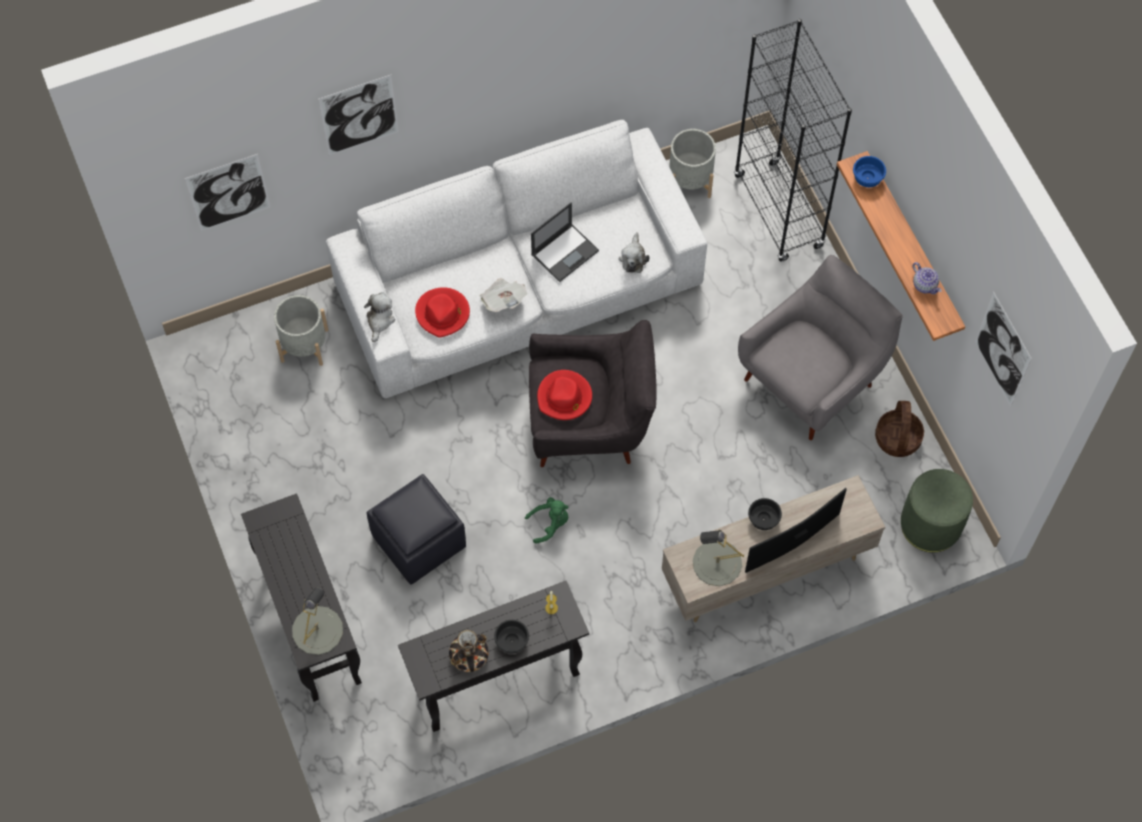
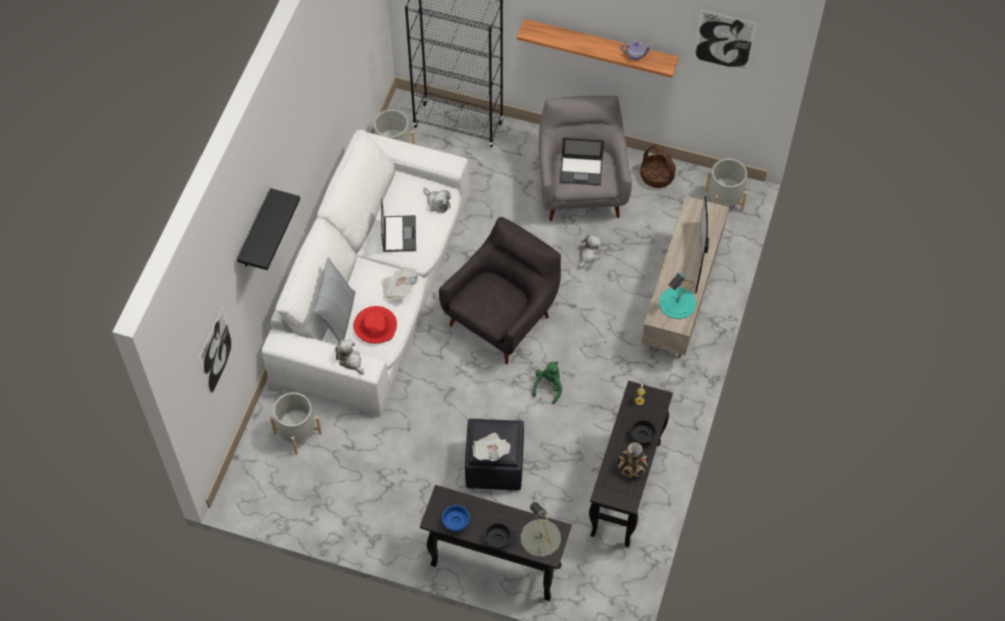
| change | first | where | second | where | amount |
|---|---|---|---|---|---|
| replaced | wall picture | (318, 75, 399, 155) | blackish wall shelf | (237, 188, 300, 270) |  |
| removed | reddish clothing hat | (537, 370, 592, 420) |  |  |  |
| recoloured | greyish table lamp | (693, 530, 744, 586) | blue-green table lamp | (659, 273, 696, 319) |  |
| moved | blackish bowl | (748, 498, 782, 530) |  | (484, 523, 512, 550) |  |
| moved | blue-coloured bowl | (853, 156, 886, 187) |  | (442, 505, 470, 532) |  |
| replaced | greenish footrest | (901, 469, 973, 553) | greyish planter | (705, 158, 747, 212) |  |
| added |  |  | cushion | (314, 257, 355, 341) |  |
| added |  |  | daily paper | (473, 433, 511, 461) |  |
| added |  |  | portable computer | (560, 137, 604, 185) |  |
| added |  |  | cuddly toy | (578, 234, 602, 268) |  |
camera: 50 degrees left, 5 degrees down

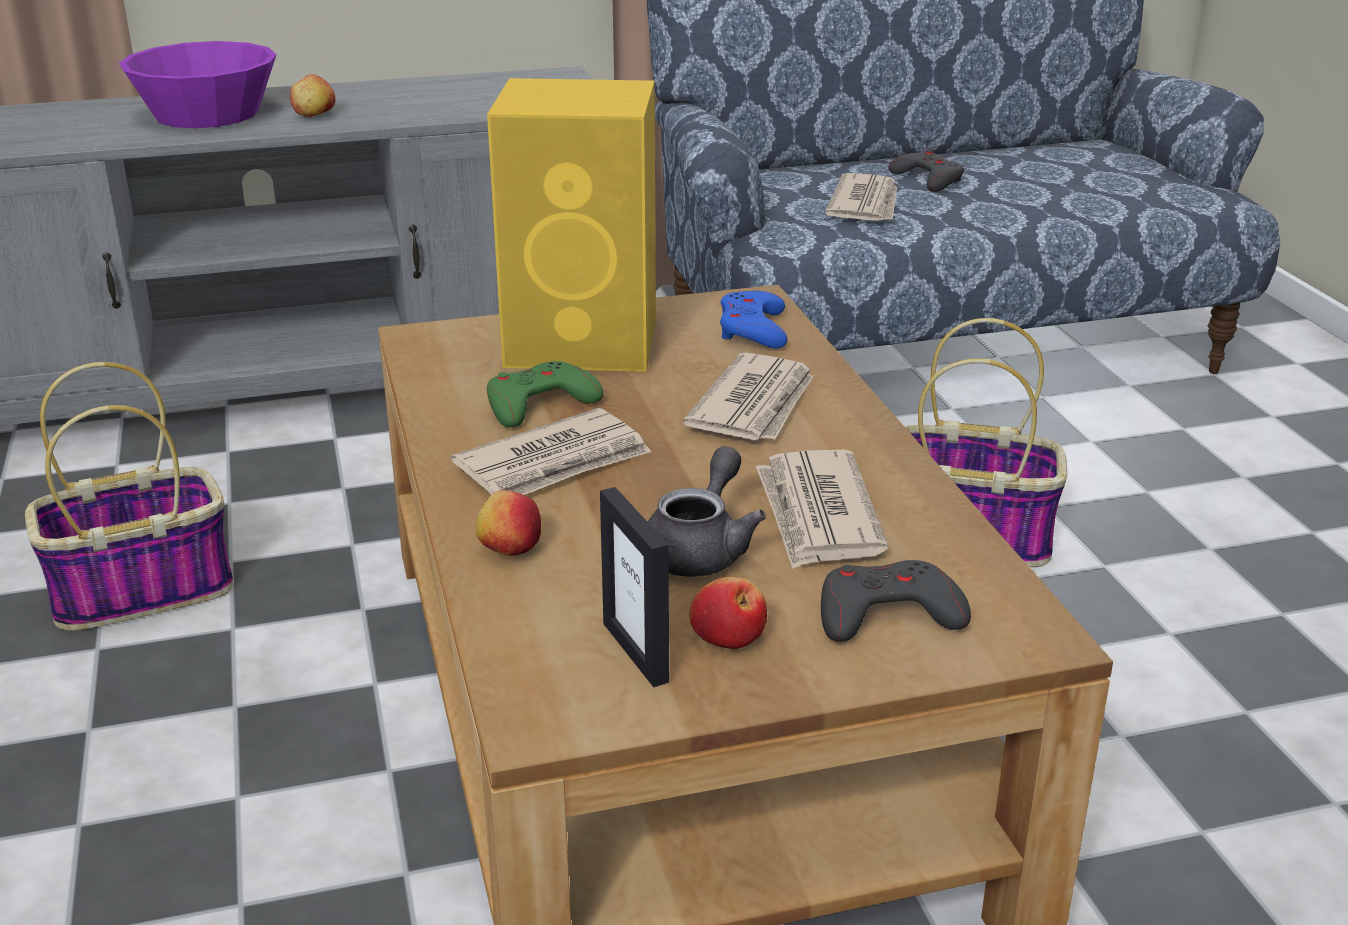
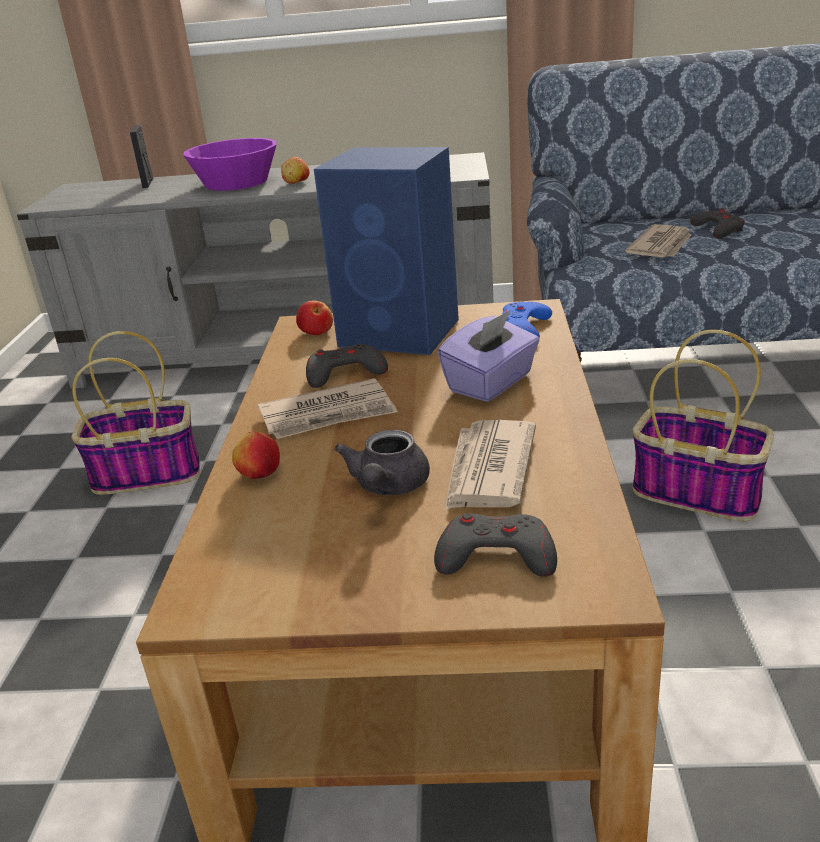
| change | first | where | second | where | amount |
|---|---|---|---|---|---|
| recoloured | yellowish loudspeaker | (487, 78, 656, 372) | blue-coloured loudspeaker | (314, 147, 459, 355) |  |
| recoloured | greenish joypad | (487, 361, 603, 428) | greyish joypad | (306, 344, 388, 388) |  |
| moved | standing frame | (600, 487, 669, 687) |  | (130, 125, 153, 188) |  |
| turned | greyish teapot | (648, 446, 766, 577) |  | (334, 430, 430, 495) | 150 degrees clockwise |
| replaced | daily paper | (683, 353, 813, 440) | purple-coloured tissue holder | (438, 310, 540, 402) |  |
| moved | apple fruit | (689, 577, 767, 649) |  | (296, 300, 333, 335) |  |
camera: 20 degrees right, 0 degrees up

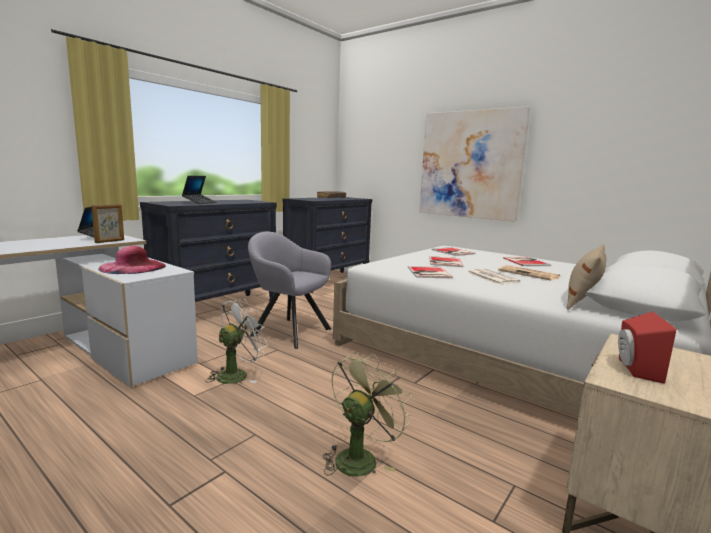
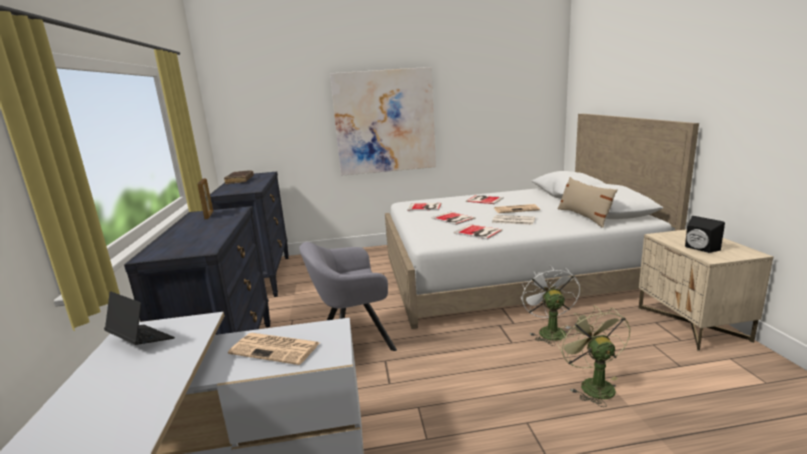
| change | first | where | second | where | amount |
|---|---|---|---|---|---|
| moved | standing frame | (91, 204, 124, 243) |  | (197, 178, 213, 219) |  |
| replaced | pink clothing hat | (98, 246, 166, 274) | daily paper | (228, 333, 319, 365) |  |
| removed | portable computer | (182, 176, 217, 204) |  |  |  |
| moved | white-coloured cooling fan | (205, 298, 267, 384) |  | (521, 265, 580, 346) |  |
| recoloured | reddish loudspeaker | (618, 311, 676, 384) | blackish loudspeaker | (685, 216, 725, 253) |  |
camera: 45 degrees left, 5 degrees up

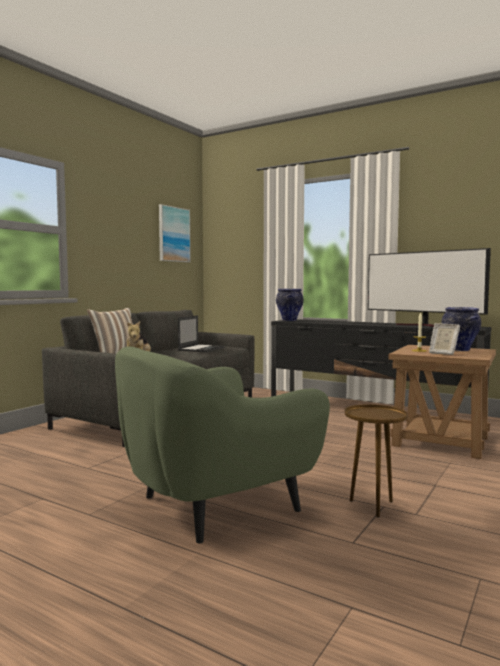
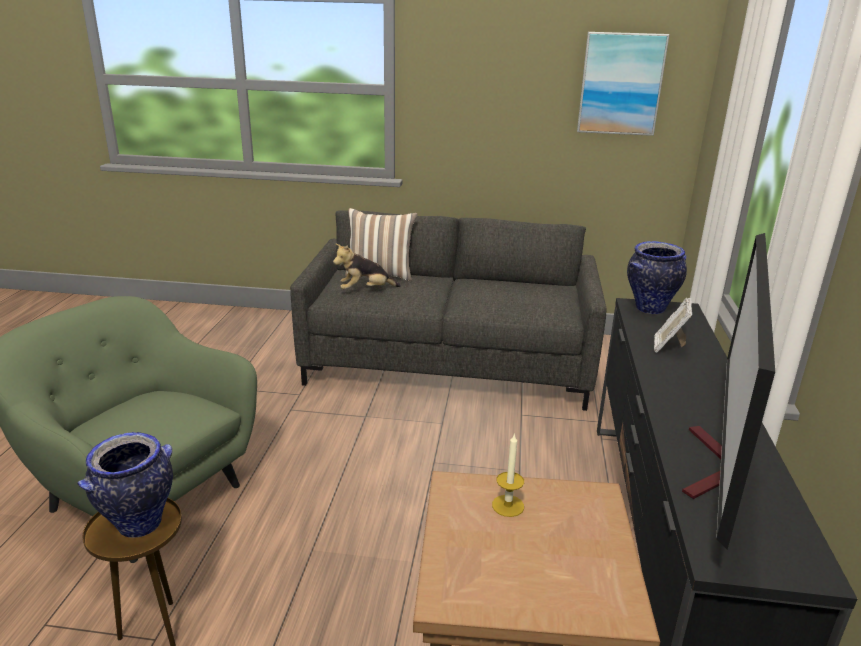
| change | first | where | second | where | amount |
|---|---|---|---|---|---|
| removed | portable computer | (178, 315, 225, 352) |  |  |  |
| moved | standing frame | (429, 323, 460, 355) |  | (654, 298, 692, 353) |  |
| moved | flower vase | (441, 307, 481, 351) |  | (77, 432, 173, 538) |  |
camera: 65 degrees right, 20 degrees up

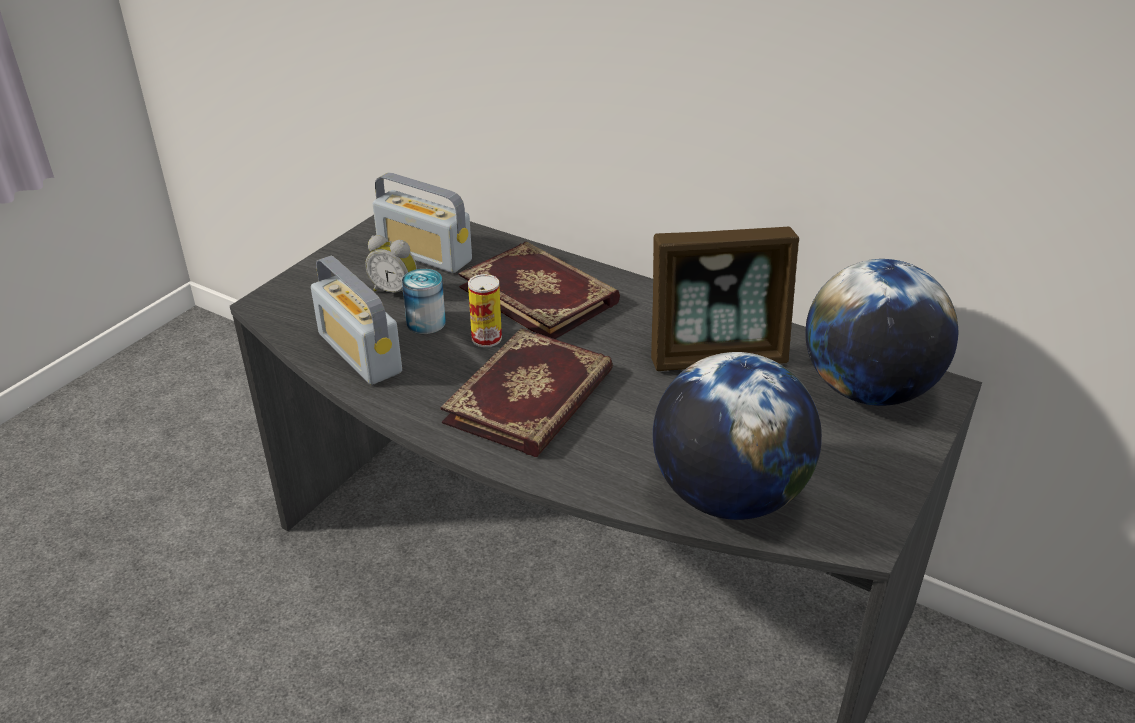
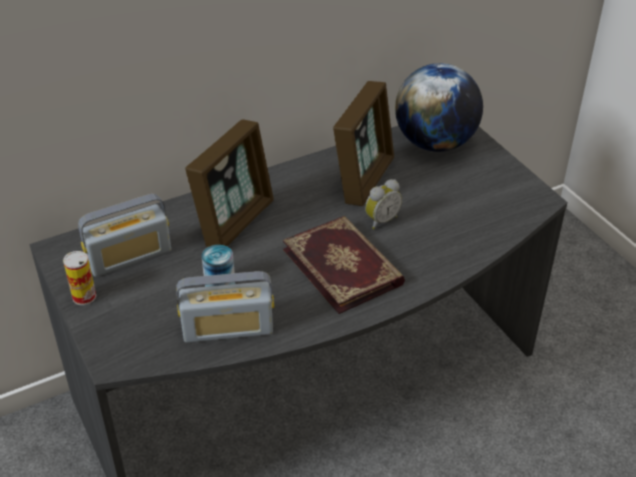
| change | first | where | second | where | amount |
|---|---|---|---|---|---|
| moved | table clock | (365, 235, 417, 293) |  | (365, 179, 402, 229) |  |
| replaced | book | (458, 242, 620, 339) | standing frame | (185, 119, 274, 247) |  |
| moved | metal can | (468, 274, 502, 347) |  | (63, 251, 96, 305) |  |
| removed | globe | (653, 352, 822, 520) |  |  |  |
camera: 60 degrees left, 5 degrees up

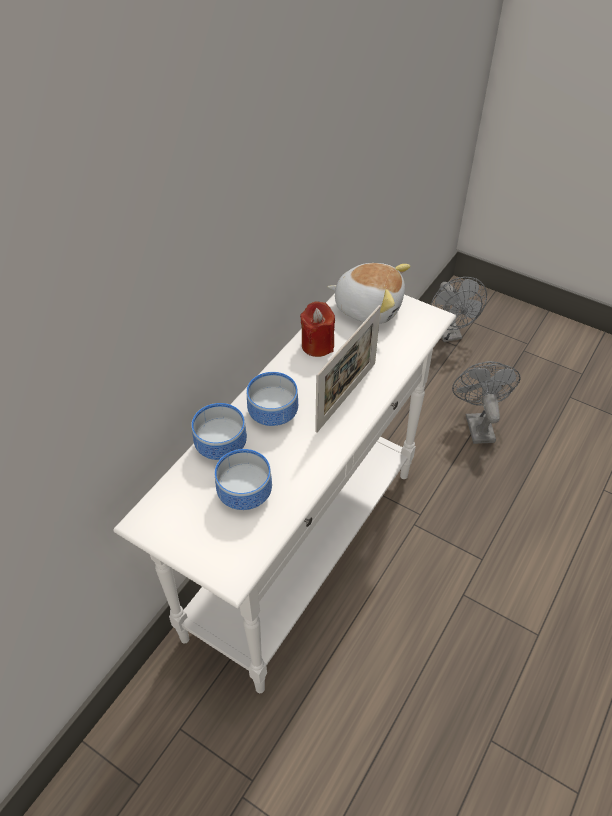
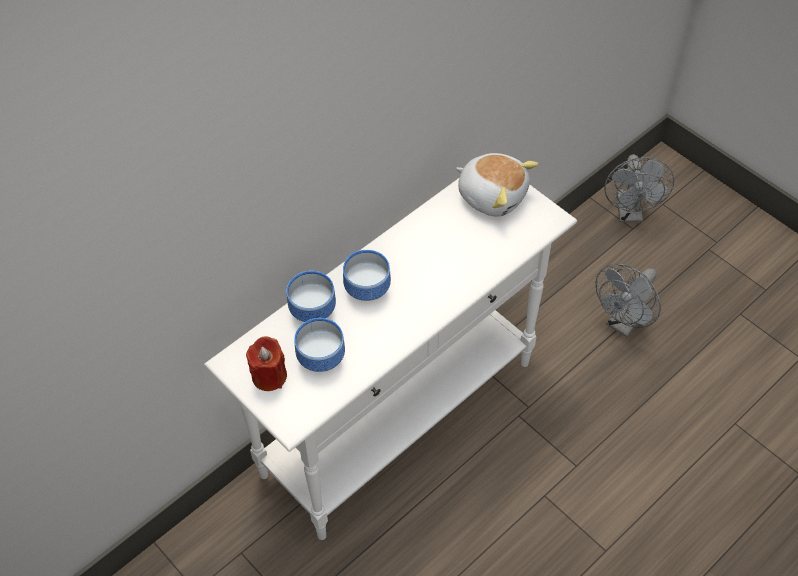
| change | first | where | second | where | amount |
|---|---|---|---|---|---|
| moved | reddish candle | (300, 301, 335, 357) |  | (246, 336, 287, 391) |  |
| removed | standing frame | (315, 305, 381, 433) |  |  |  |
| turned | greyish cooling fan | (452, 361, 521, 444) |  | (596, 264, 661, 337) | 150 degrees counterclockwise |
camera: 15 degrees right, 5 degrees up

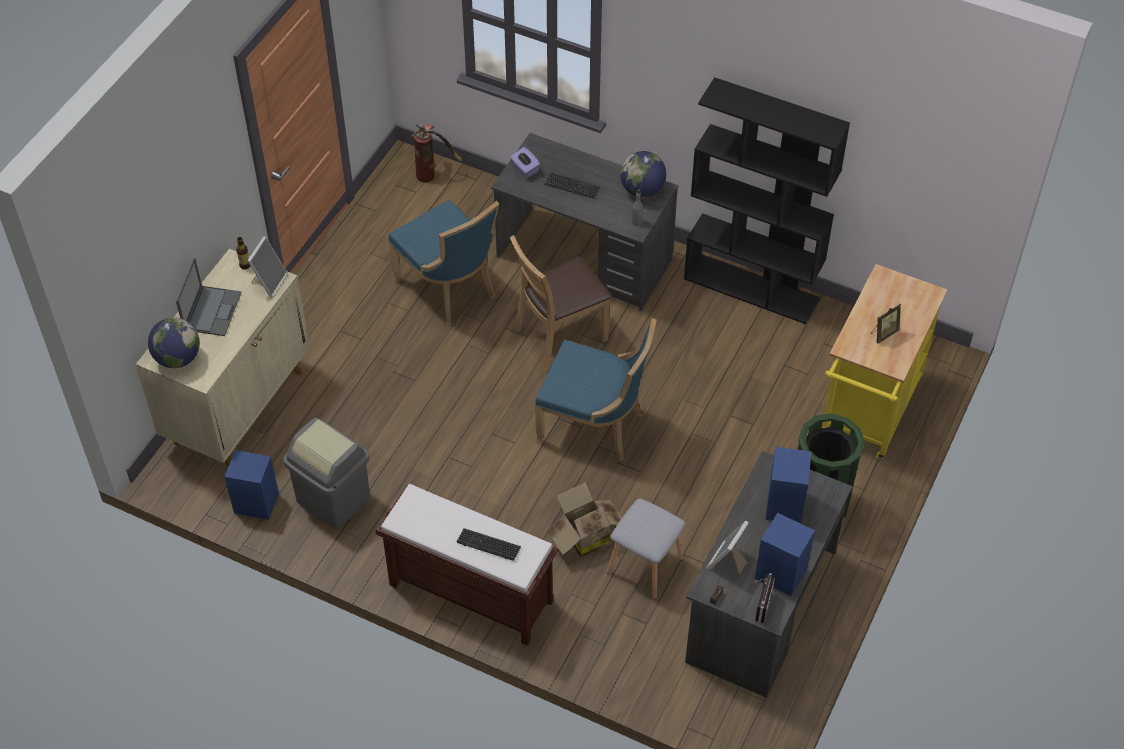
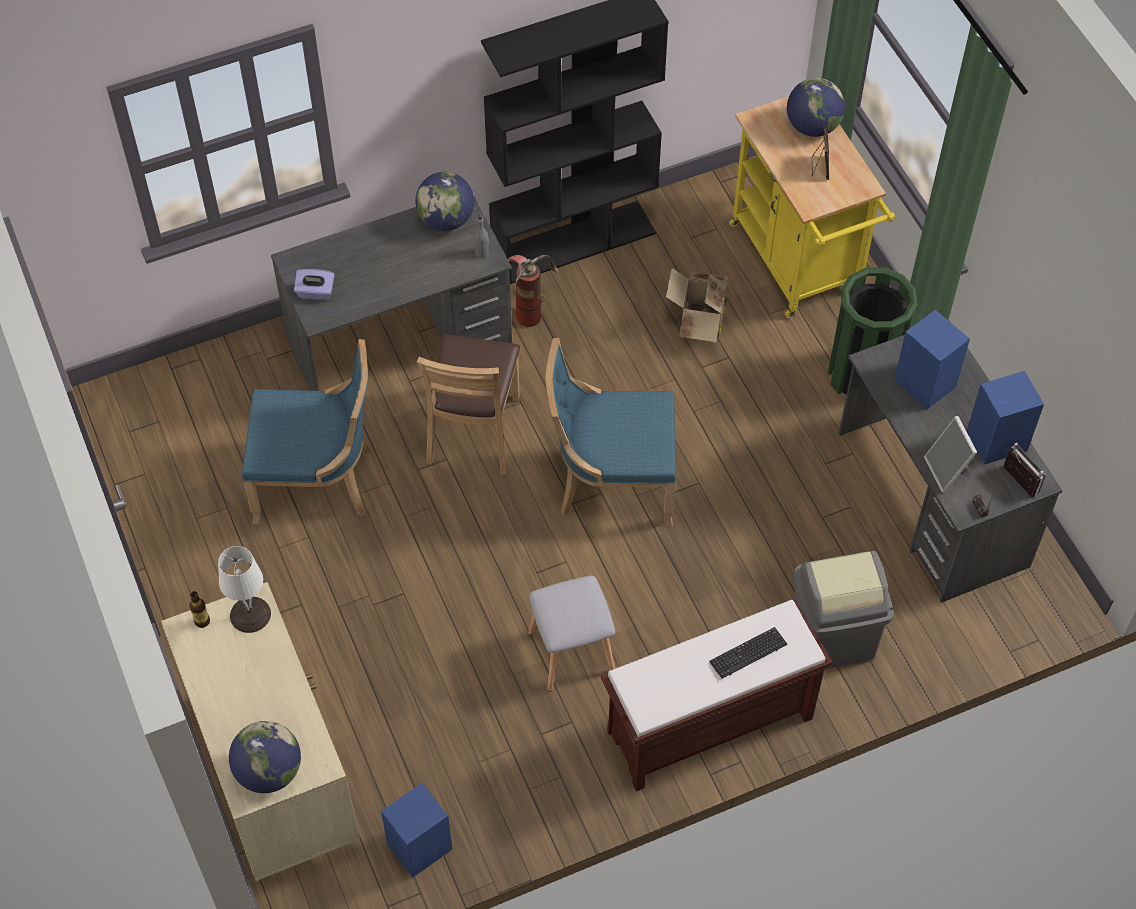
| change | first | where | second | where | amount |
|---|---|---|---|---|---|
| removed | portable computer | (176, 258, 242, 336) |  |  |  |
| replaced | standing frame | (247, 236, 288, 298) | white-coloured table lamp | (218, 546, 271, 633) |  |
| moved | greyish trash can | (283, 418, 370, 529) |  | (793, 551, 894, 668) |  |
| moved | extinguisher | (411, 124, 462, 183) |  | (508, 255, 558, 327) |  |
| turned | blue-coloured plain chair | (535, 318, 656, 461) |  | (546, 338, 676, 526) | 150 degrees counterclockwise |
| removed | PC keyboard | (545, 172, 600, 199) |  |  |  |
| moved | carton | (547, 482, 622, 558) |  | (666, 268, 728, 342) |  |
| moved | greyish sitting stool | (607, 498, 686, 599) |  | (528, 575, 615, 692) |  |
| added |  |  | globe | (787, 78, 845, 137) |  |
camera: 50 degrees left, 5 degrees up

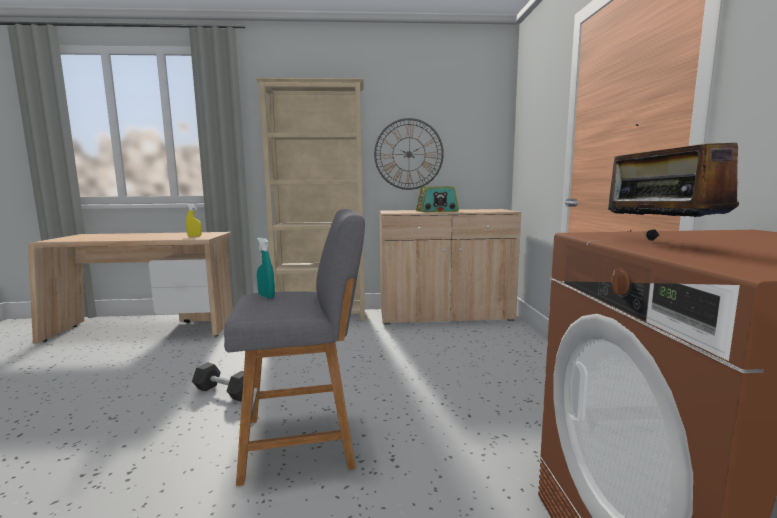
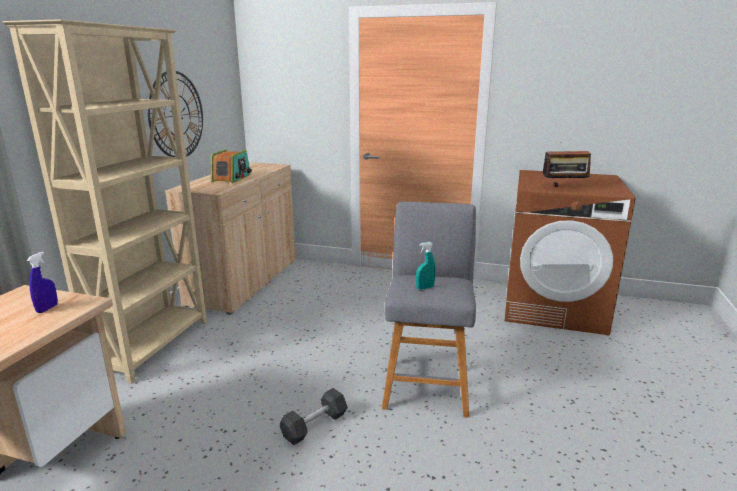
| change | first | where | second | where | amount |
|---|---|---|---|---|---|
| recoloured | yellowish hand sprayer | (186, 203, 202, 237) | blue-coloured hand sprayer | (27, 252, 58, 313) |  |
camera: 70 degrees left, 10 degrees up

